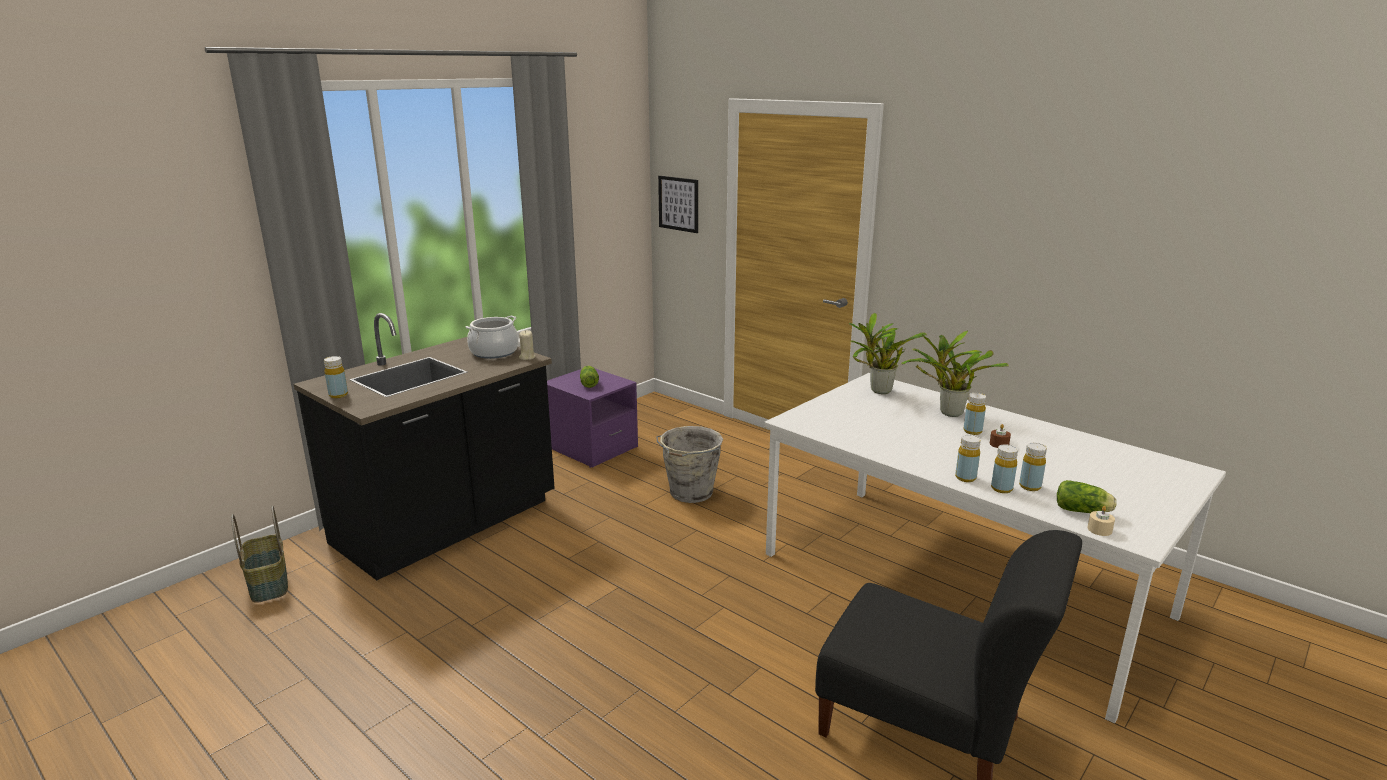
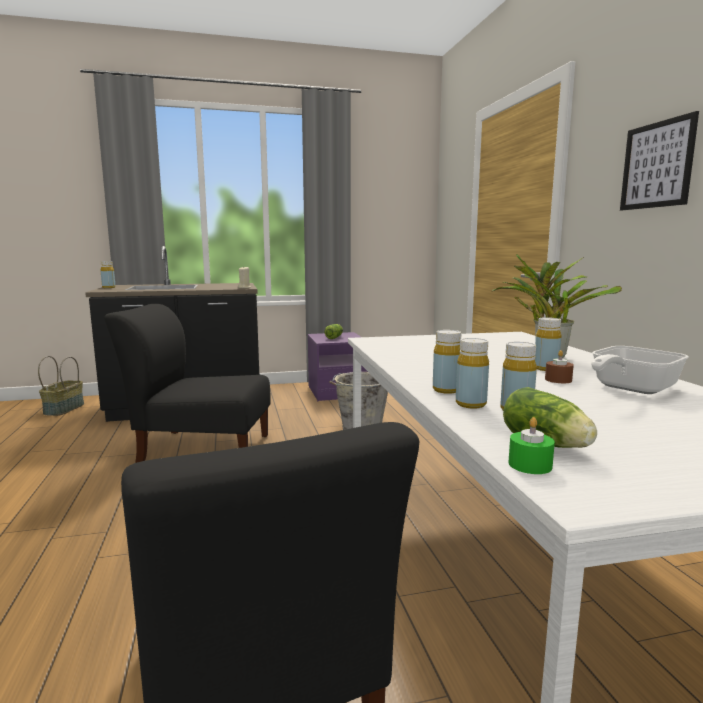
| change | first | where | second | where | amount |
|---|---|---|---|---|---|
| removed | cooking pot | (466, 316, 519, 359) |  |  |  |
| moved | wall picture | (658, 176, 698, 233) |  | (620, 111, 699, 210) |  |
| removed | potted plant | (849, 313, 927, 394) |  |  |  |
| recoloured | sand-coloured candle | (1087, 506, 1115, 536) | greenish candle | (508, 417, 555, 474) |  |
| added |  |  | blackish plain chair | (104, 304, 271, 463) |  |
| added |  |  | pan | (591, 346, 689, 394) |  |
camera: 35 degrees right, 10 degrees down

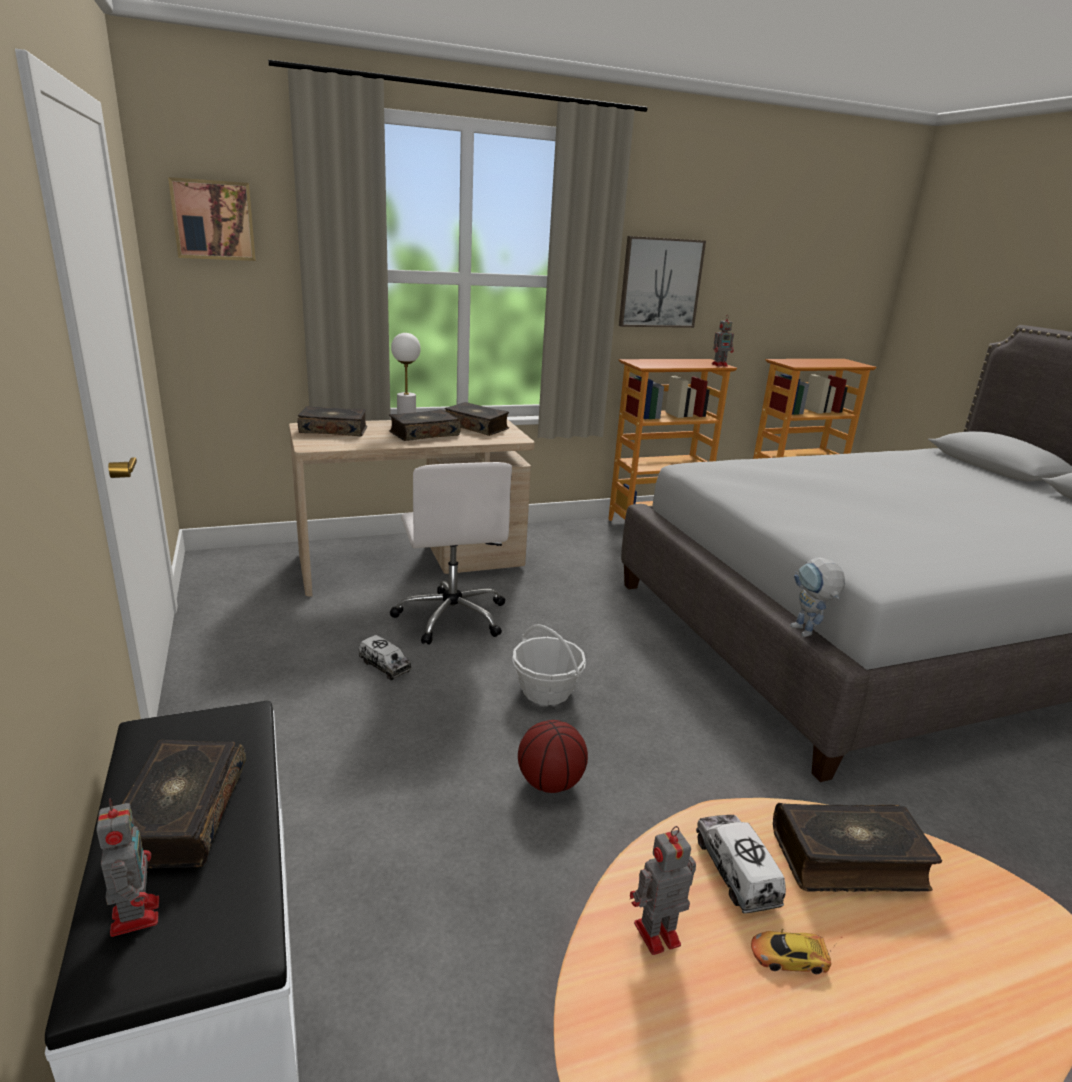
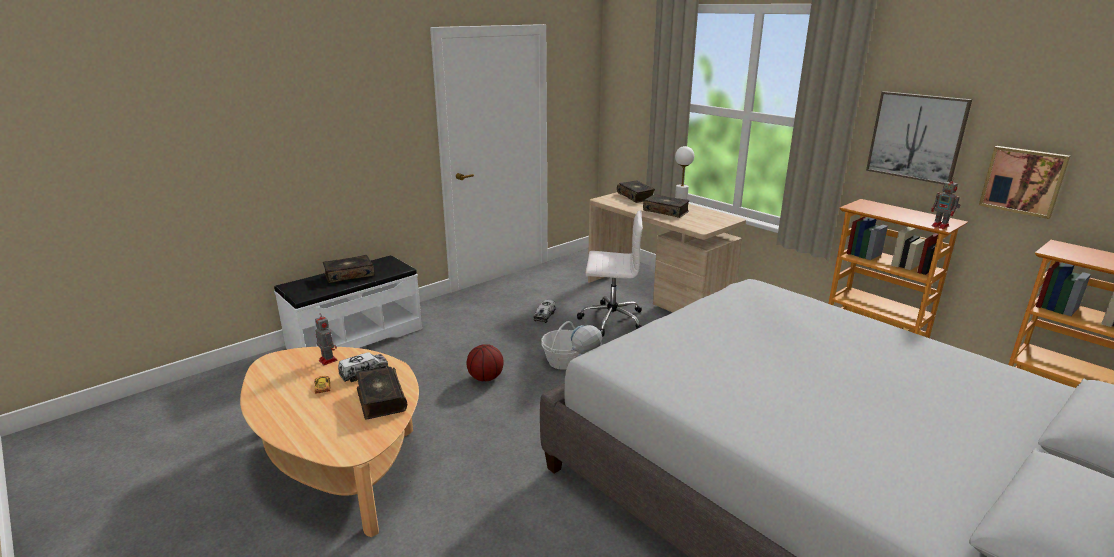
| change | first | where | second | where | amount |
|---|---|---|---|---|---|
| removed | toy robot | (96, 799, 159, 937) |  |  |  |
| moved | wall picture | (168, 177, 256, 261) |  | (979, 146, 1070, 219) |  |
| turned | white-coloured desk chair | (390, 462, 512, 645) |  | (577, 210, 643, 336) | 135 degrees counterclockwise |
| removed | book | (444, 402, 509, 436) |  |  |  |
camera: 70 degrees right, 0 degrees up

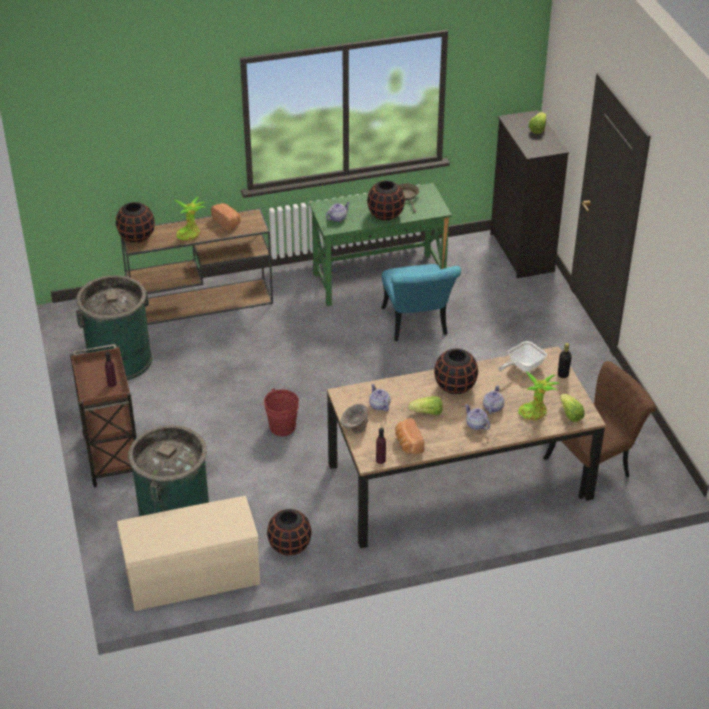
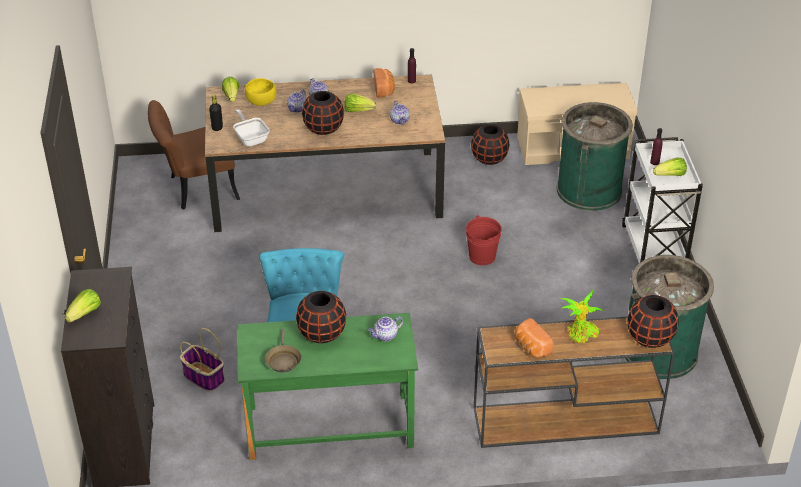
| change | first | where | second | where | amount |
|---|---|---|---|---|---|
| recoloured | brown-coloured cart | (70, 344, 137, 487) | white-coloured cart | (622, 137, 703, 263) |  |
| removed | greyish bowl | (341, 404, 368, 434) |  |  |  |
| turned | pan | (498, 341, 547, 372) |  | (233, 109, 270, 147) | 90 degrees counterclockwise |
| replaced | potted plant | (518, 371, 560, 420) | yellowish bowl | (245, 78, 276, 106) |  |
| added |  |  | storage basket | (180, 328, 225, 392) |  |
| added |  |  | lettuce head | (653, 157, 687, 176) |  |
camera: 170 degrees left, 0 degrees up

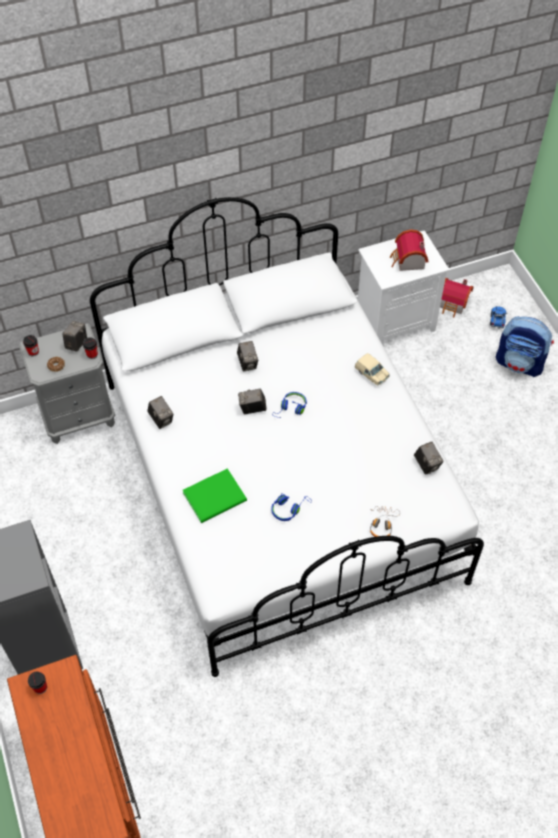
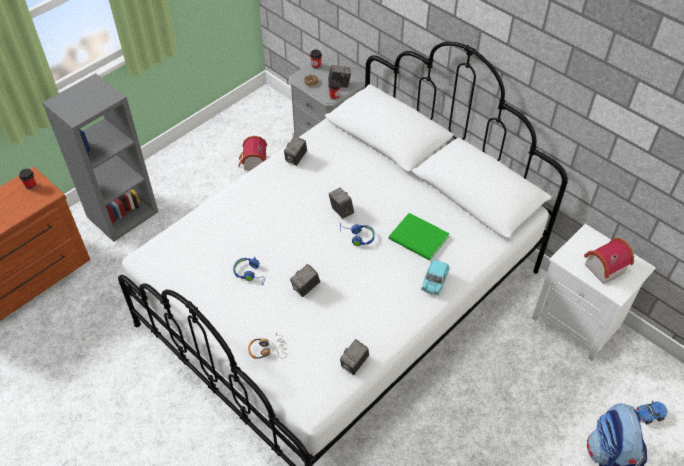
| change | first | where | second | where | amount |
|---|---|---|---|---|---|
| moved | greenish book | (183, 468, 247, 523) |  | (389, 213, 450, 261) |  |
| moved | still camera | (237, 341, 258, 372) |  | (290, 264, 320, 297) |  |
| recoloured | sand-coloured toy car | (355, 353, 389, 385) | blue-green toy car | (421, 260, 449, 295) |  |
| moved | toy house | (440, 278, 473, 317) |  | (238, 136, 267, 170) |  |
camera: 65 degrees right, 5 degrees down

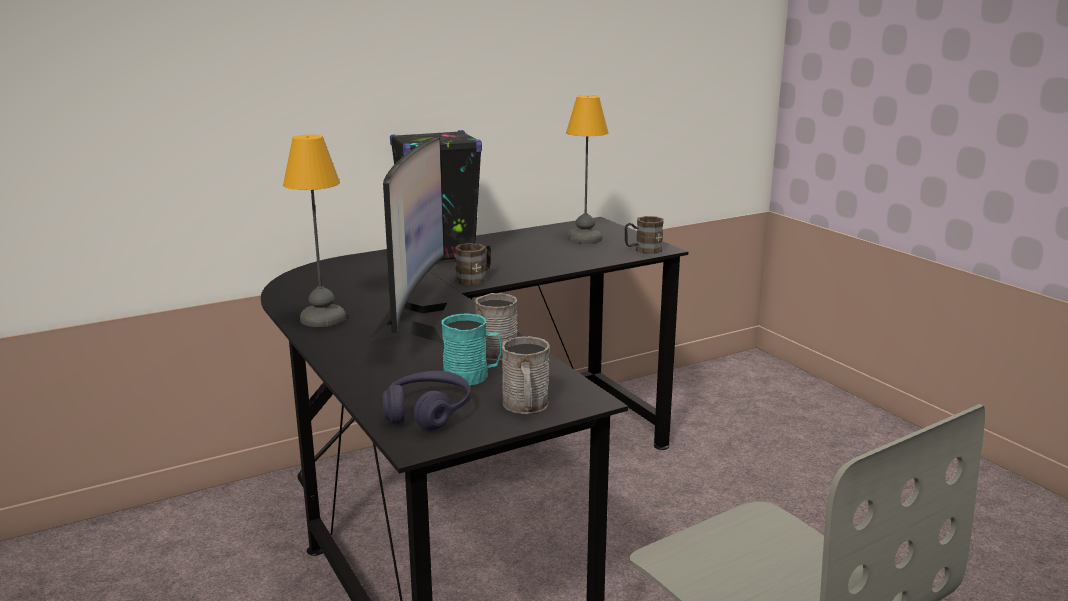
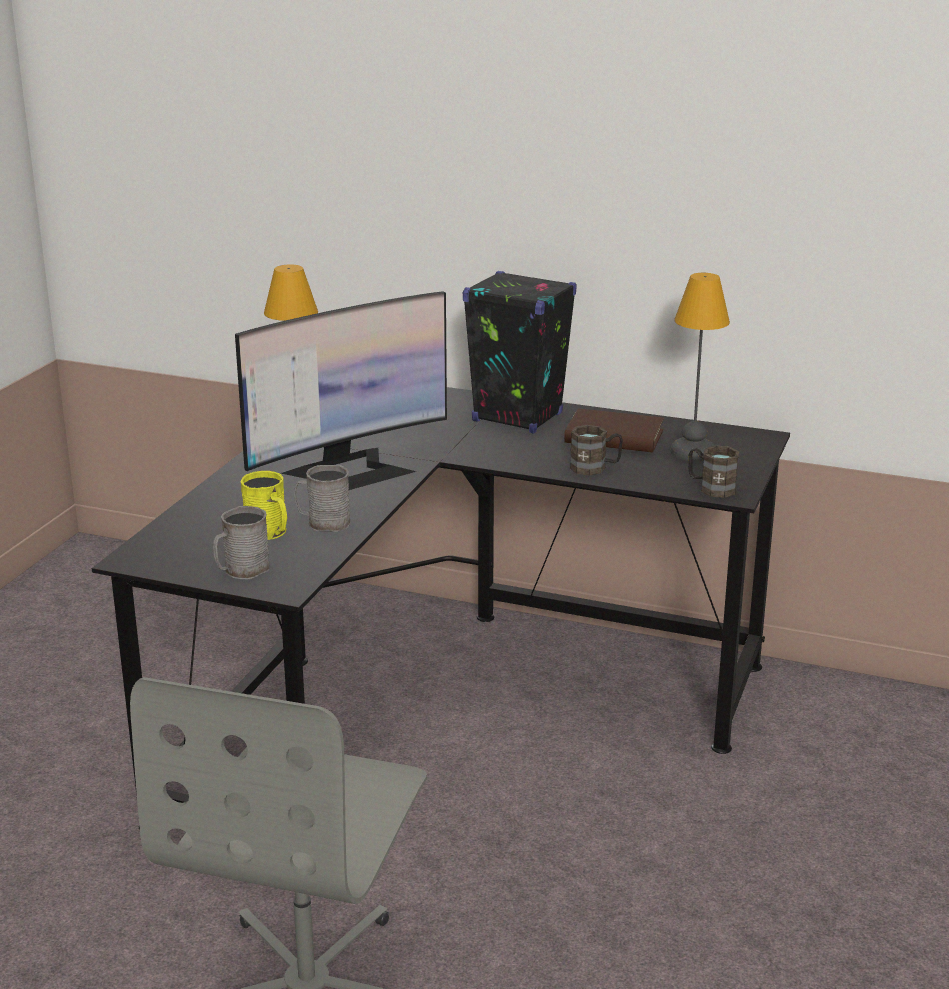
| change | first | where | second | where | amount |
|---|---|---|---|---|---|
| removed | purple-coloured headphones | (382, 371, 471, 430) |  |  |  |
| recoloured | blue-green mug | (441, 313, 502, 385) | yellowish mug | (241, 471, 287, 540) |  |
| moved | brown-coloured mug | (454, 243, 491, 286) |  | (570, 425, 623, 476) |  |
| added |  |  | brown-coloured book | (564, 409, 664, 452) |  |
camera: 50 degrees right, 5 degrees up

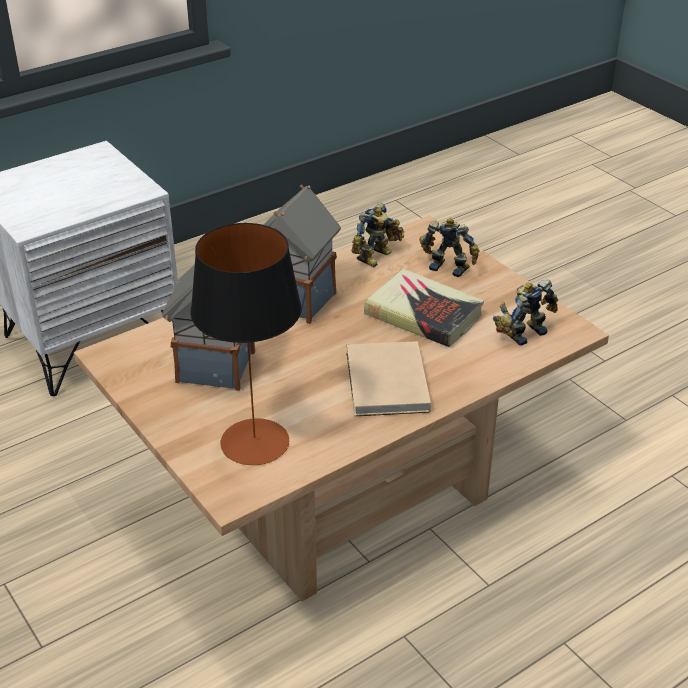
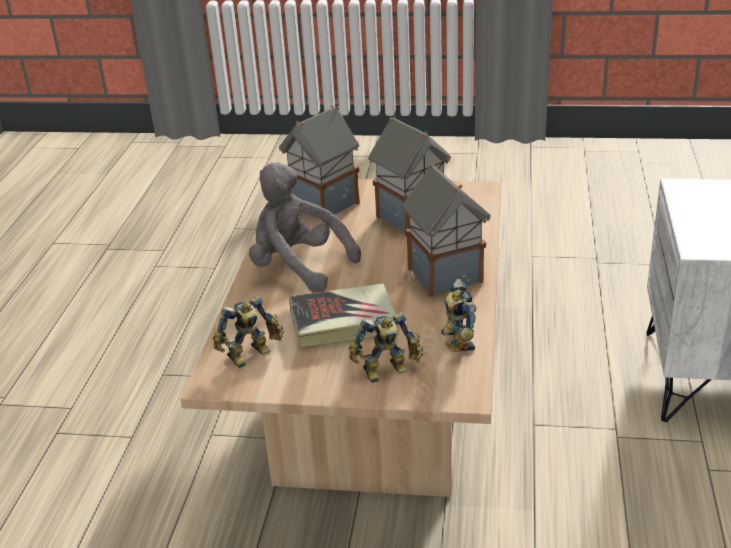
| change | first | where | second | where | amount |
|---|---|---|---|---|---|
| replaced | table lamp | (190, 223, 302, 465) | toy house | (279, 105, 360, 222) |  |
| replaced | sand-coloured book | (346, 341, 431, 416) | greyish cuddly toy | (249, 162, 361, 293) |  |
| turned | toy robot | (493, 280, 558, 346) |  | (213, 295, 284, 368) | 45 degrees clockwise |
camera: 135 degrees right, 5 degrees down

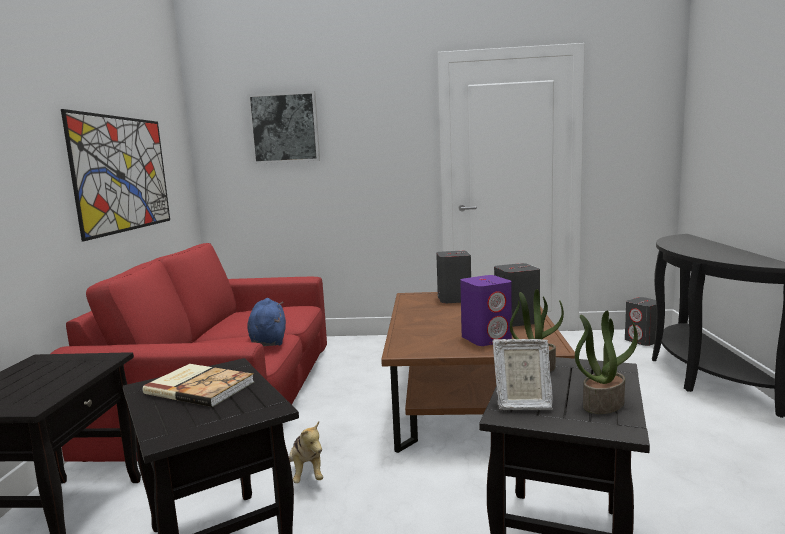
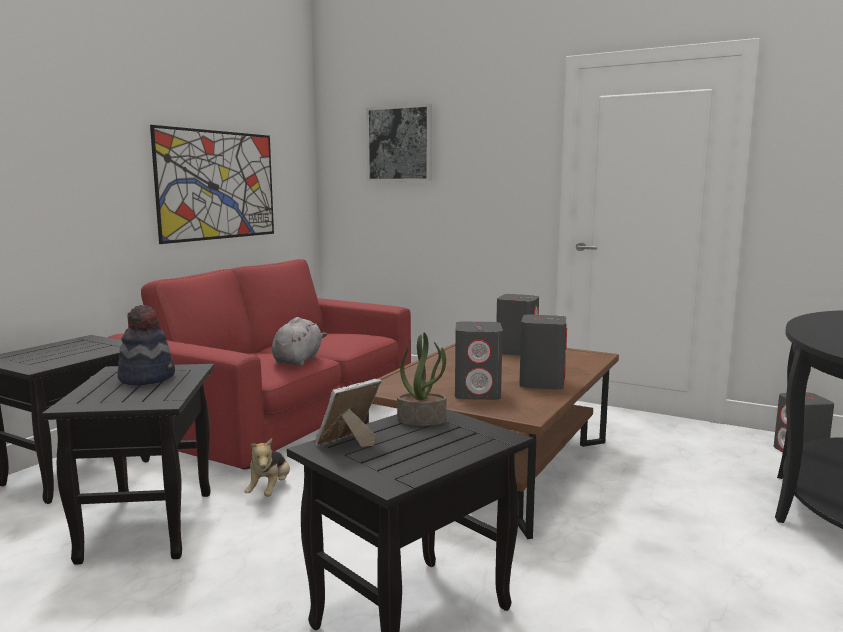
| change | first | where | second | where | amount |
|---|---|---|---|---|---|
| replaced | book | (143, 364, 255, 407) | clothing hat | (117, 305, 175, 385) |  |
| recoloured | blue-coloured cuddly toy | (247, 298, 286, 346) | greyish cuddly toy | (272, 317, 327, 366) |  |
| recoloured | purple-coloured loudspeaker | (460, 275, 512, 346) | greyish loudspeaker | (455, 322, 503, 400) |  |
| turned | standing frame | (493, 339, 553, 410) |  | (315, 379, 381, 447) | 105 degrees clockwise |
| removed | potted plant | (575, 311, 638, 414) |  |  |  |
camera: 25 degrees right, 0 degrees up

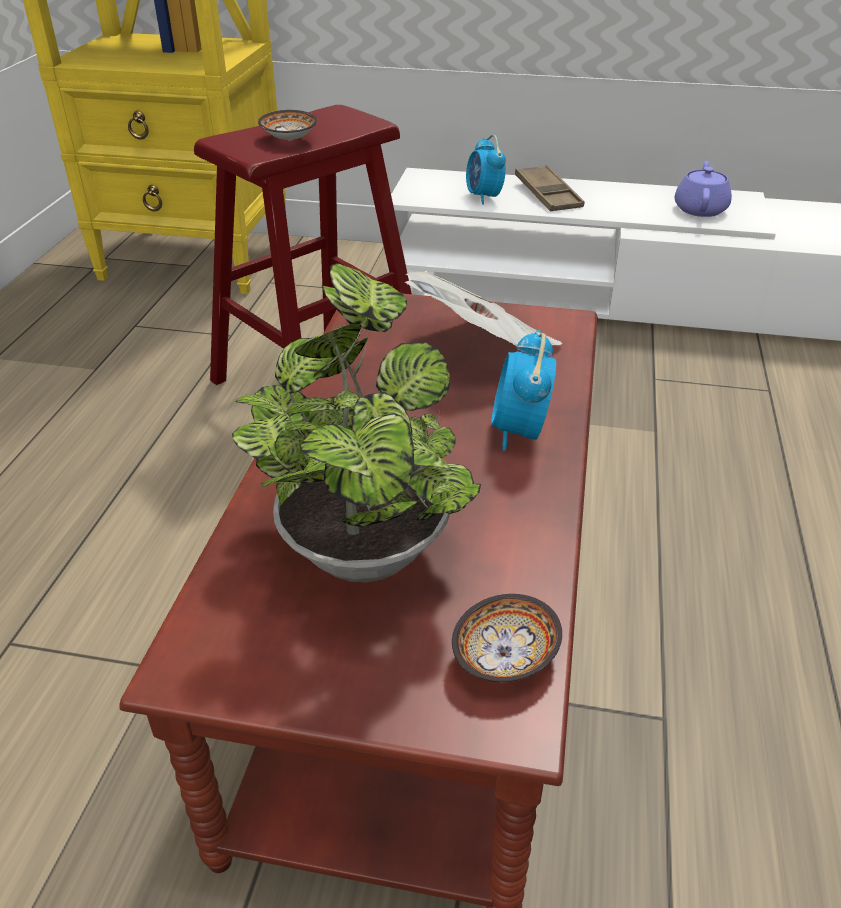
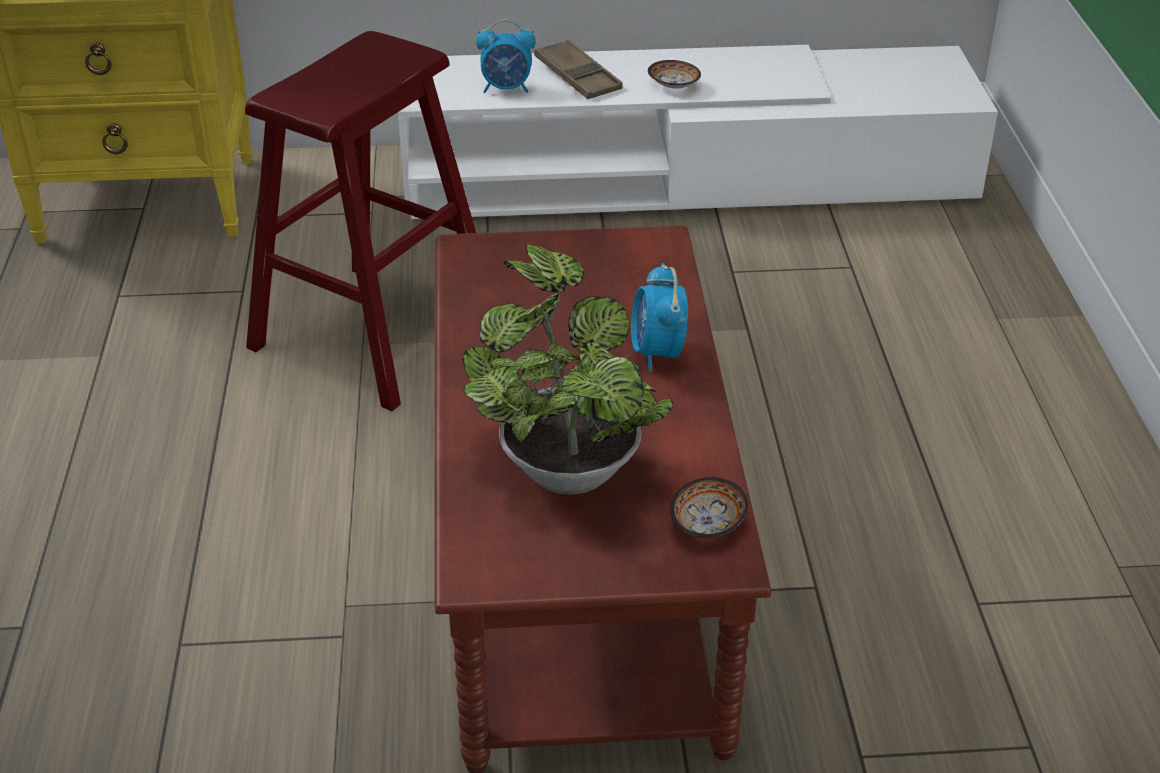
| change | first | where | second | where | amount |
|---|---|---|---|---|---|
| moved | bowl | (258, 110, 317, 140) |  | (648, 60, 701, 89) |  |
| removed | daily paper | (405, 271, 562, 346) |  |  |  |
| turned | table clock | (466, 135, 506, 205) |  | (476, 19, 536, 93) | 60 degrees counterclockwise |
| removed | purple-coloured teapot | (675, 161, 732, 217) |  |  |  |
camera: 15 degrees left, 0 degrees up

